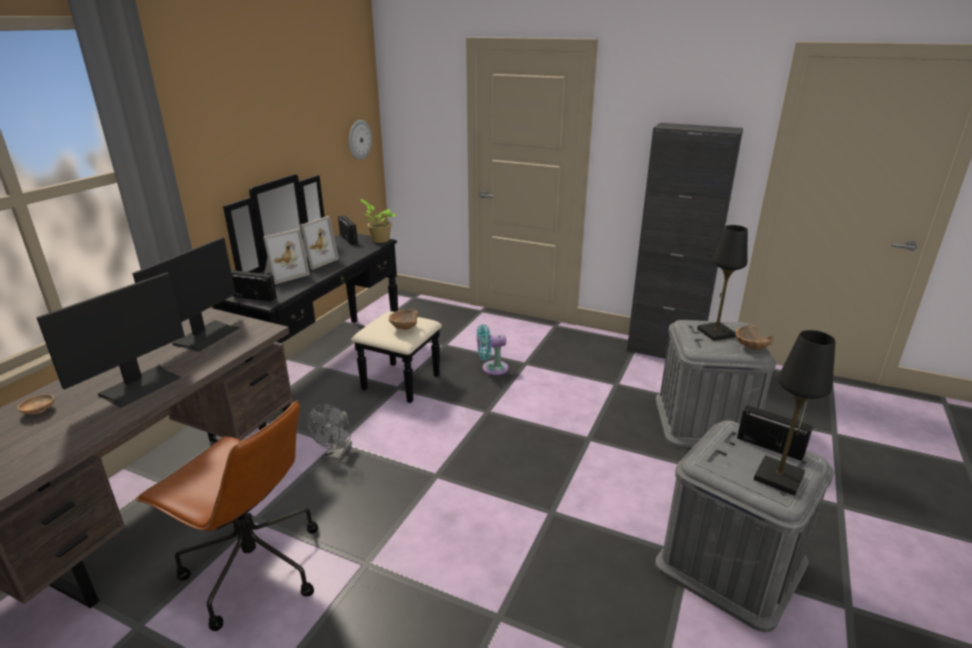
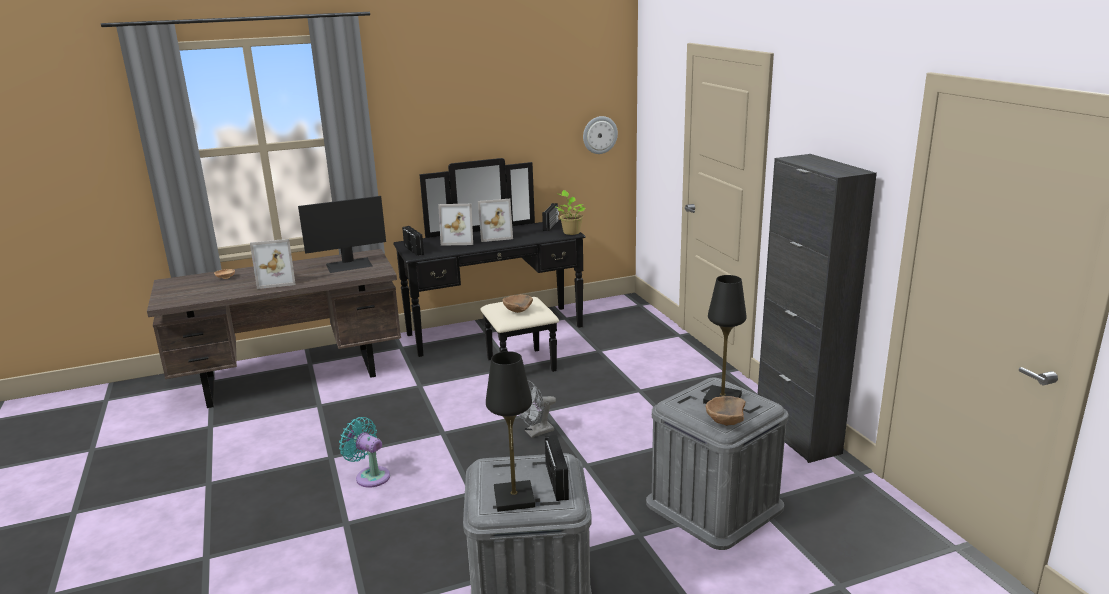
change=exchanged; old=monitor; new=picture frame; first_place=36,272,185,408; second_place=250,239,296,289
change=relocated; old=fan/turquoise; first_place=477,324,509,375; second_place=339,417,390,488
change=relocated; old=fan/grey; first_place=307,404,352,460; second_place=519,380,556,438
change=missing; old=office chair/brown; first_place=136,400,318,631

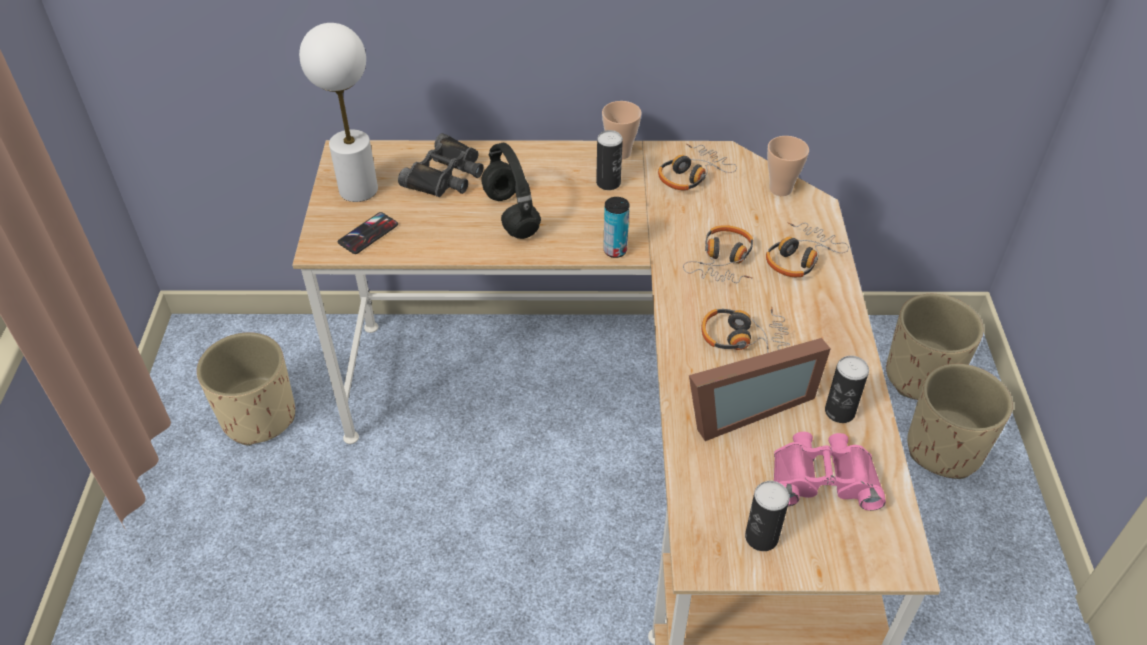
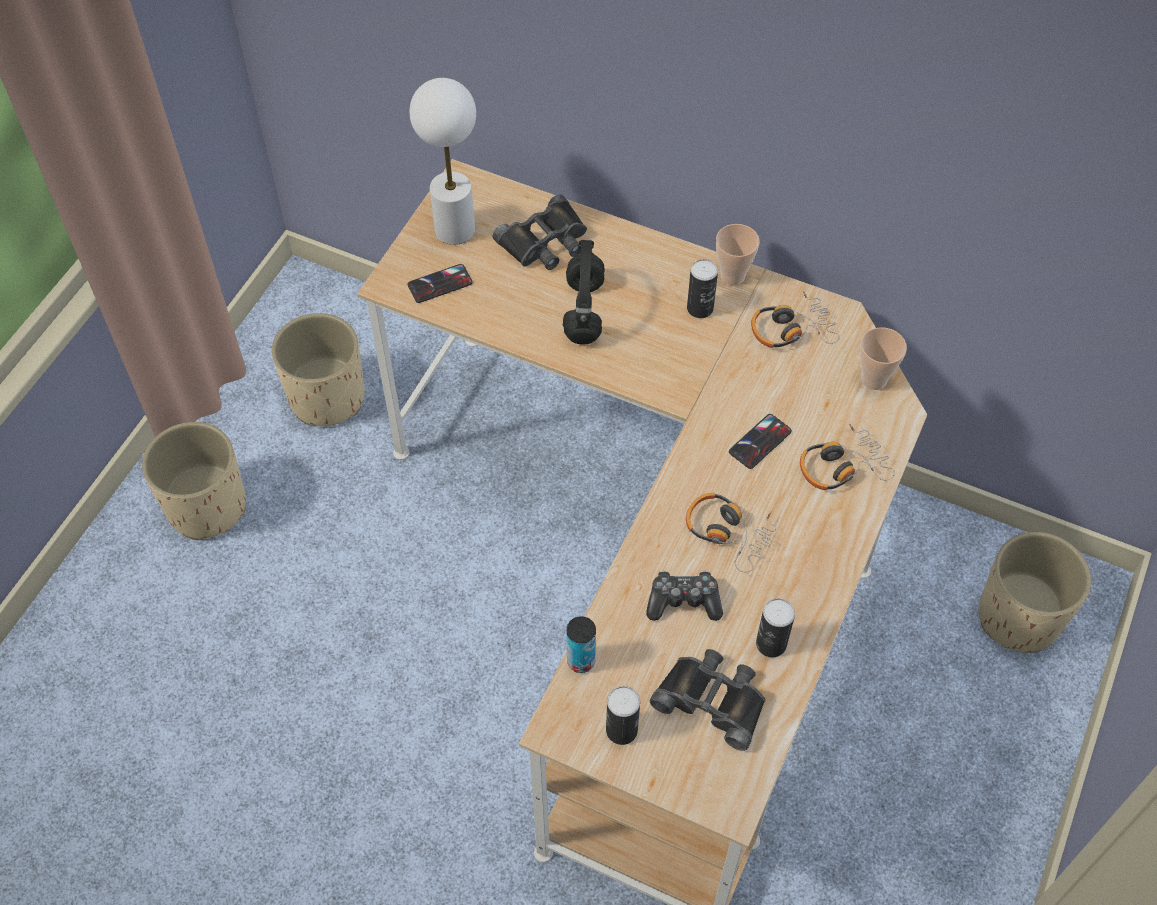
change=relocated; old=planter/beige; first_place=907,364,1013,479; second_place=142,422,246,540
change=relocated; old=can; first_place=603,197,629,258; second_place=567,616,596,673
change=exchanged; old=picture frame; new=game controller; first_place=689,338,831,441; second_place=646,570,723,621
change=colour; old=binoculars/pink; new=binoculars/black; first_place=774,432,886,511; second_place=649,649,766,751
change=exchanged; old=headphones; new=phone; first_place=683,225,753,283; second_place=729,414,792,469

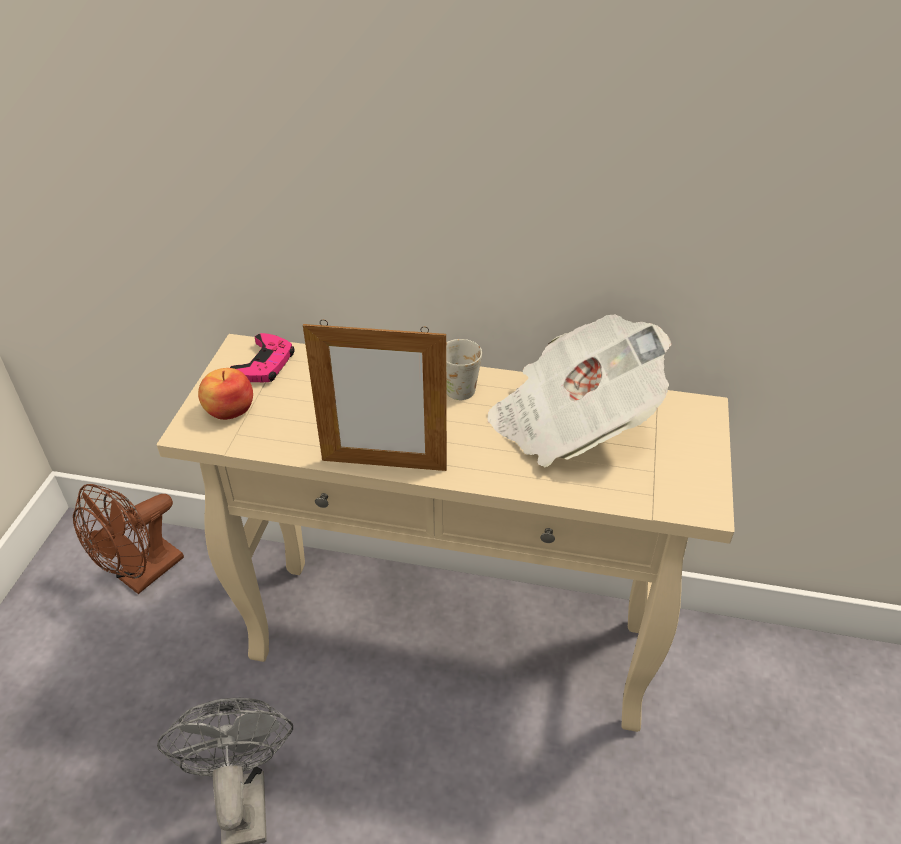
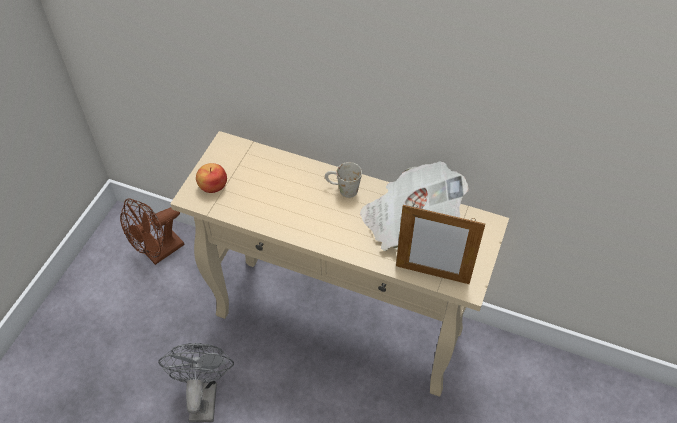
change=relocated; old=picture frame; first_place=303,320,447,471; second_place=396,205,485,284
change=missing; old=game controller/pink; first_place=230,333,294,382

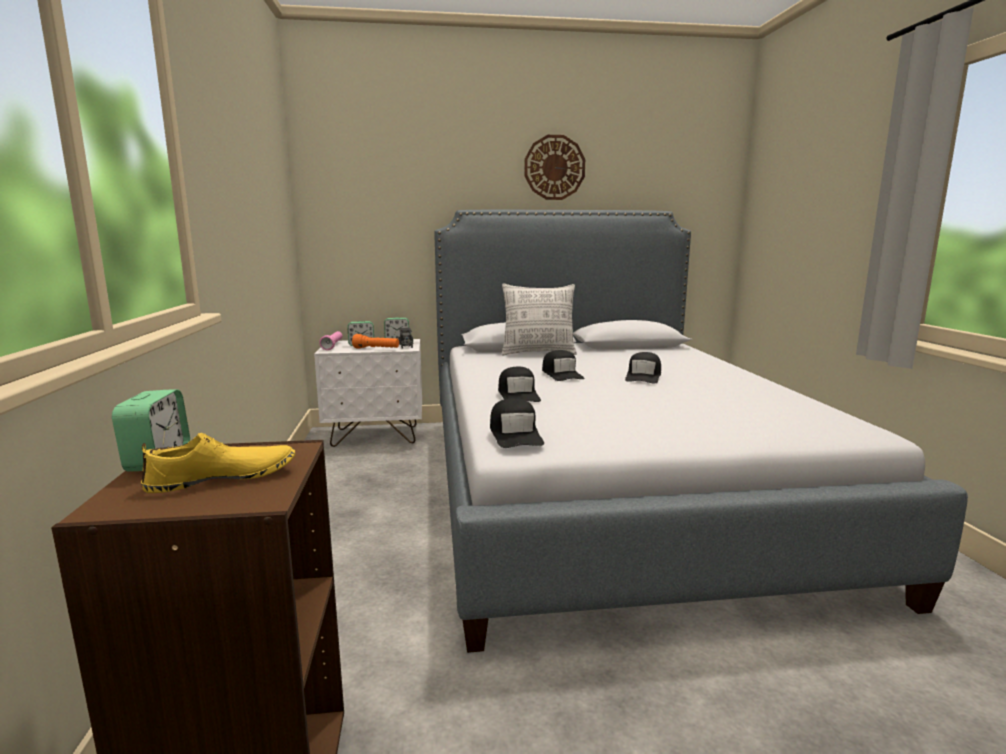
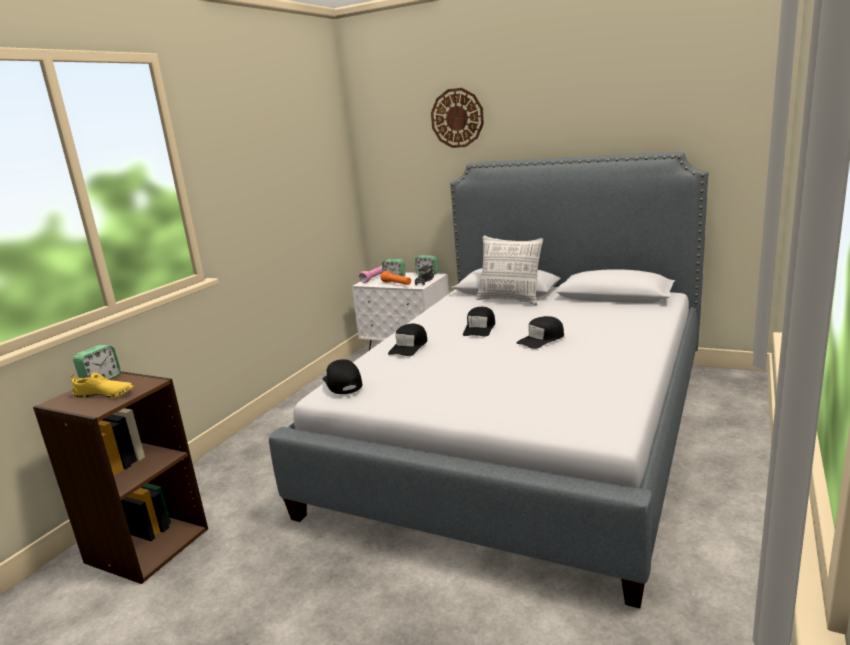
change=spun; old=cap/black; first_place=490,398,544,448; second_place=323,359,362,394; degrees=135
change=relocated; old=wall clock; first_place=524,135,585,200; second_place=431,88,484,148

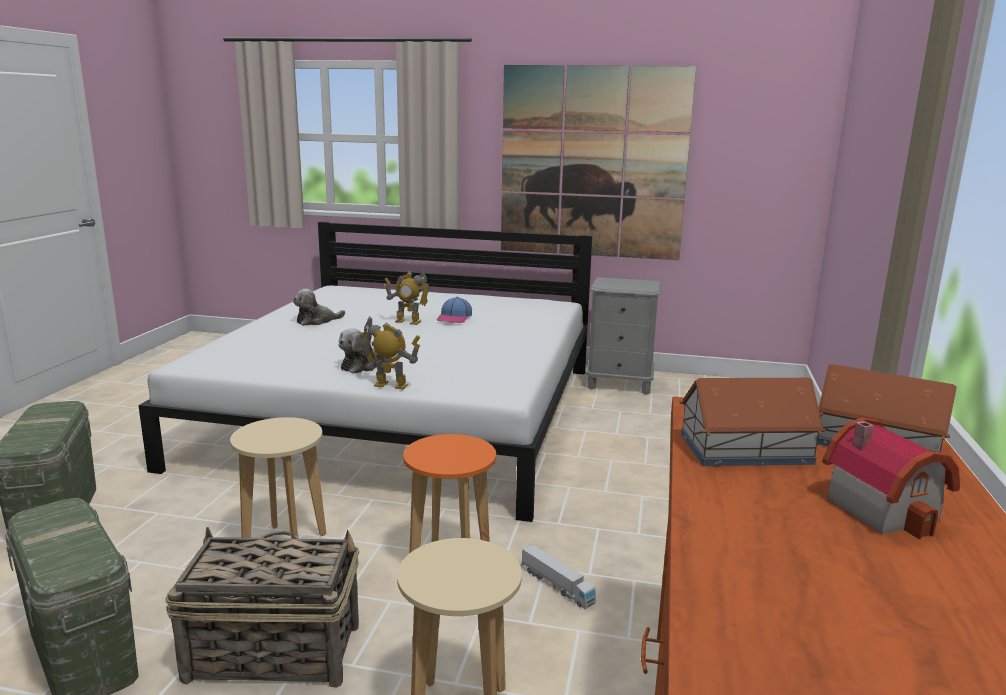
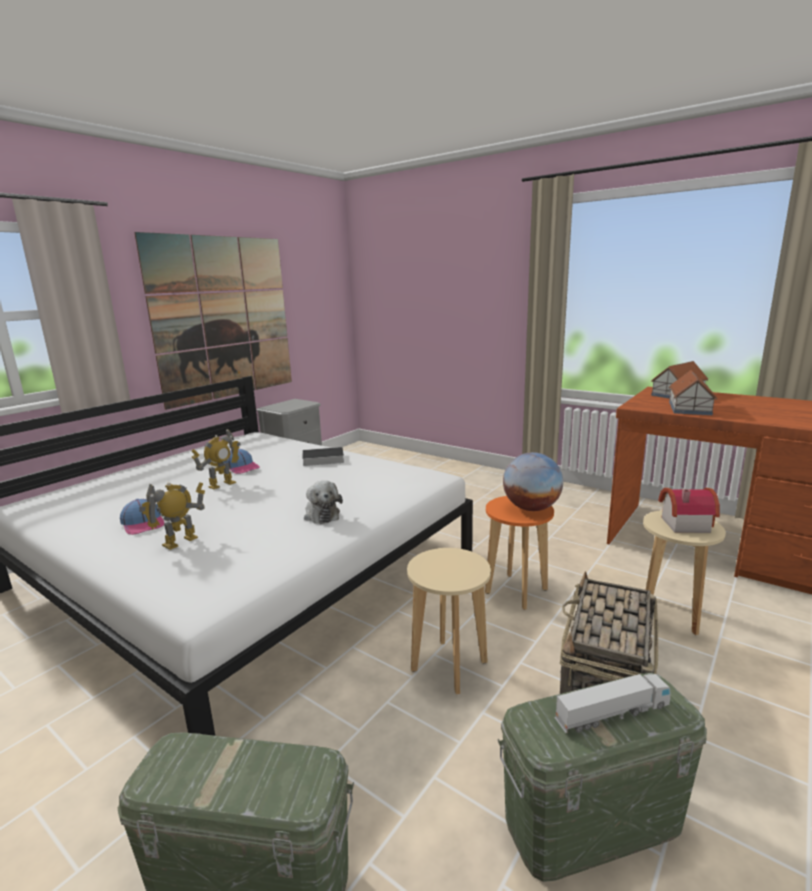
change=exchanged; old=plush toy; new=cap; first_place=293,289,345,326; second_place=120,499,164,535
change=relocated; old=toy robot; first_place=359,316,420,389; second_place=139,482,205,550
change=appeared; new=book; second_place=302,447,344,466
change=appeared; new=globe; second_place=503,452,563,511
change=relocated; old=toy truck; first_place=521,544,596,609; second_place=554,674,671,733
change=relocated; old=toy house; first_place=822,417,960,539; second_place=658,488,720,533

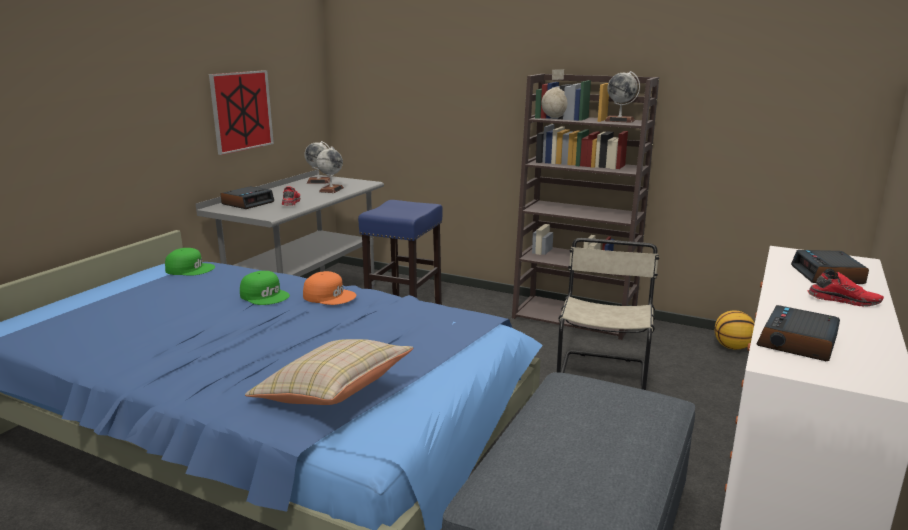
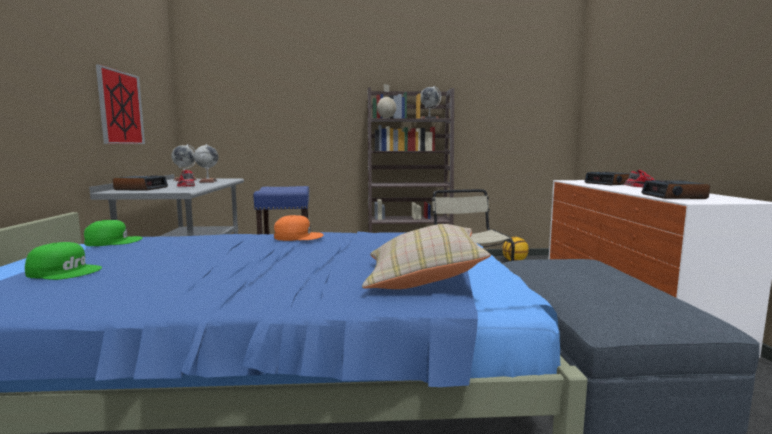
change=relocated; old=cap/green; first_place=240,271,290,305; second_place=25,242,102,280

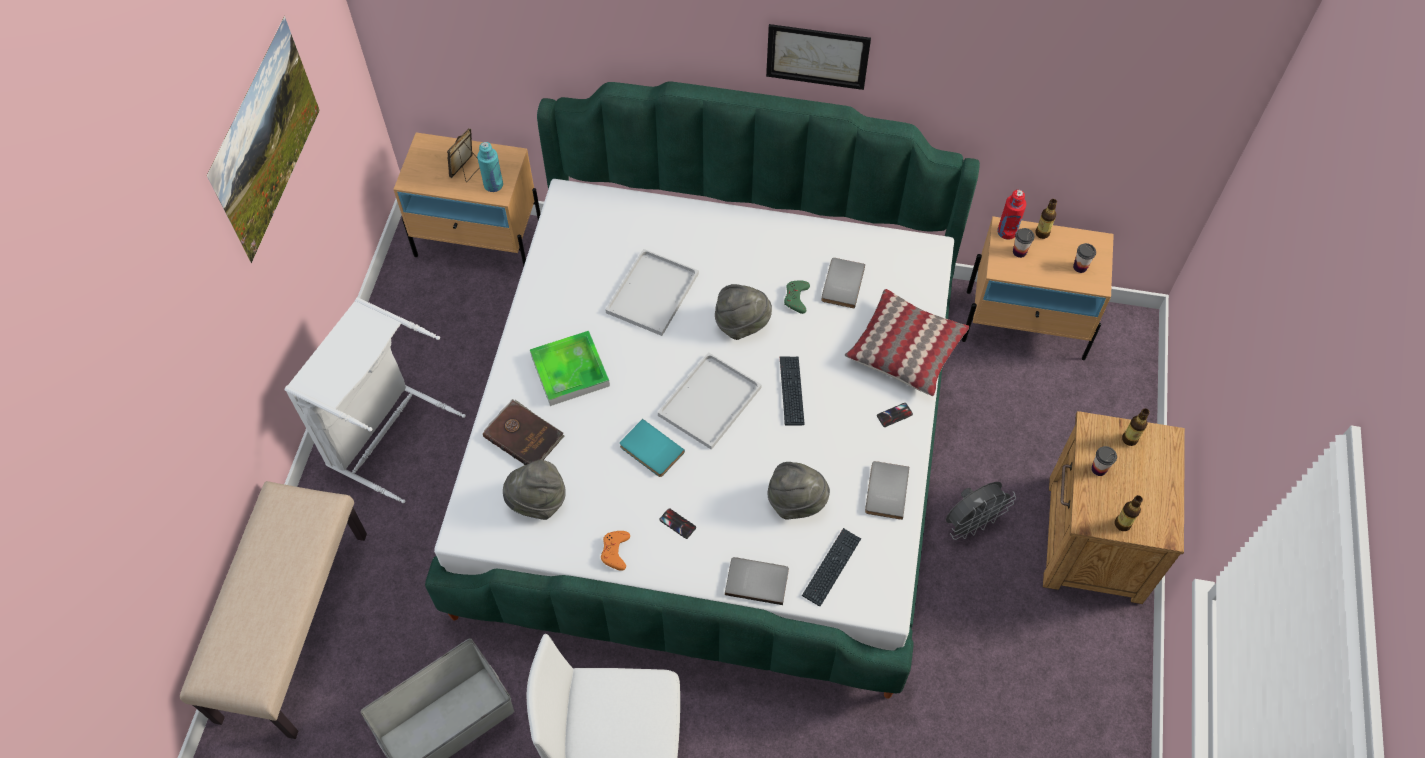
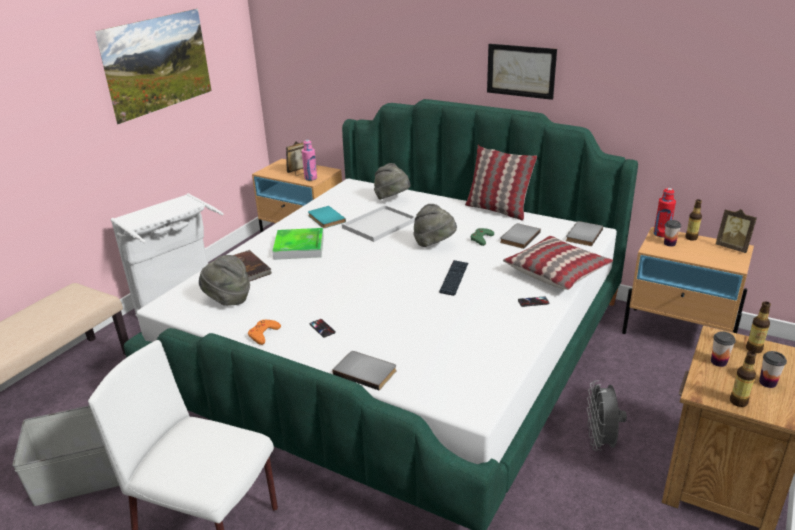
change=colour; old=bottle/turquoise; new=bottle/pink; first_place=477,142,503,192; second_place=302,140,317,181
change=relocated; old=book/turquoise; first_place=620,419,685,477; second_place=308,206,346,228
change=relocated; old=hat/grey; first_place=768,462,830,520; second_place=374,163,411,200
change=appeared; new=pillow; second_place=465,145,537,221
change=relocated; old=book/grey; first_place=865,461,909,520; second_place=566,221,603,246
change=spun; old=fan/grey; first_place=946,482,1016,540; second_place=587,380,627,451; degrees=105
change=appeared; new=picture frame; second_place=716,209,757,253
change=relocated; old=cup; first_place=1073,243,1096,273; second_place=759,351,787,388
change=missing; old=tray/white; first_place=658,352,762,450
change=missing; old=keyboard; first_place=802,528,861,606

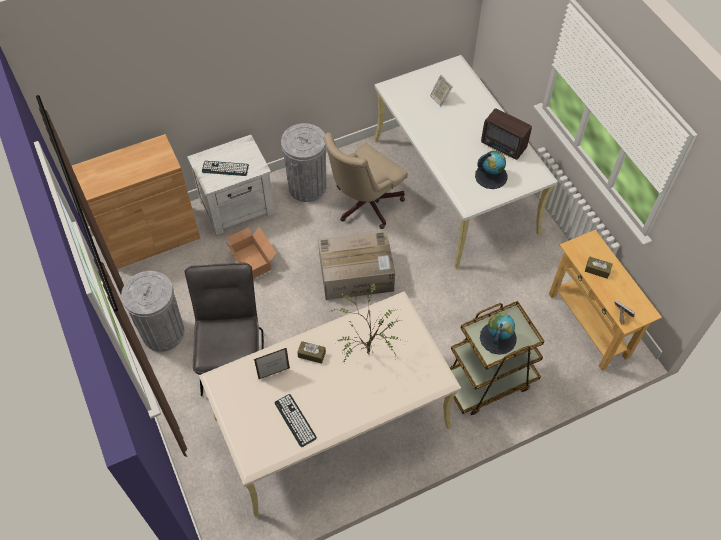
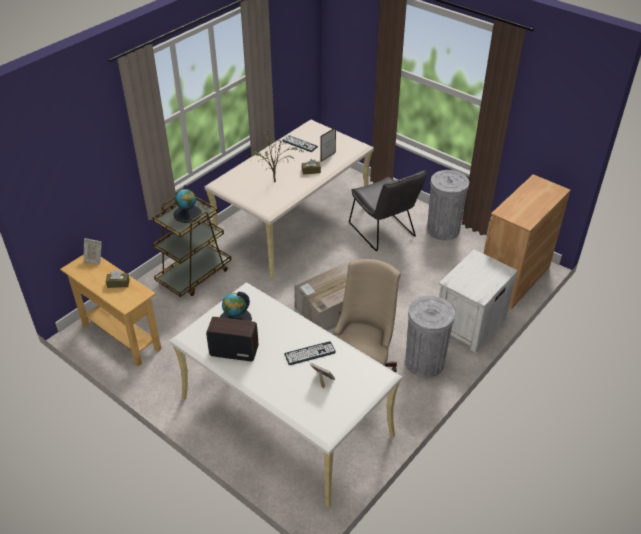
change=relocated; old=keyboard; first_place=202,161,249,176; second_place=284,341,336,365
change=missing; old=cardboard box; first_place=225,227,277,279

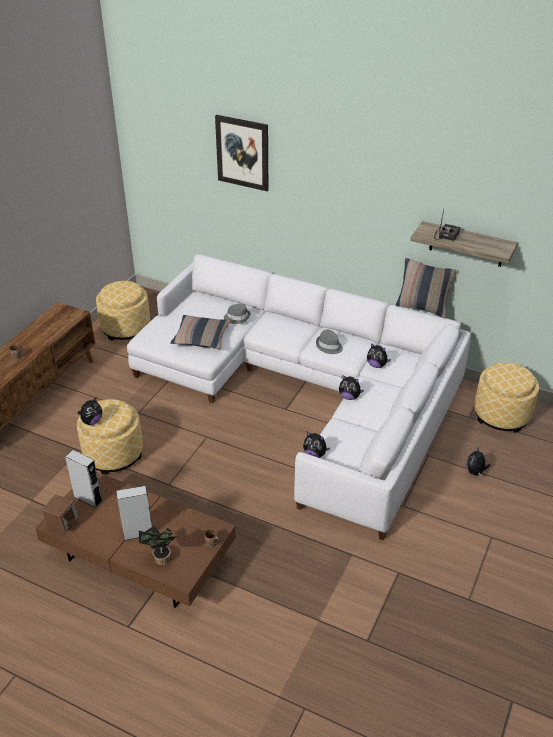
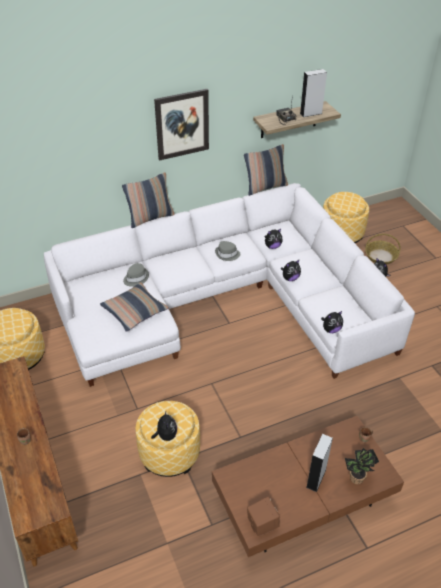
change=appeared; new=pillow; second_place=122,172,174,228
change=relocated; old=picture; first_place=215,115,268,191; second_place=154,89,209,161
change=relocated; old=speaker/grey; first_place=65,450,102,508; second_place=300,69,327,117
change=appeared; new=basket; second_place=365,234,401,265

